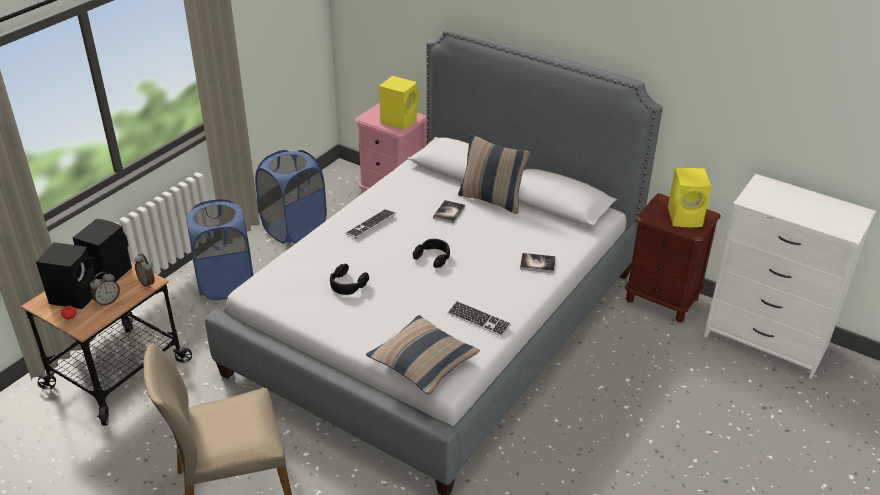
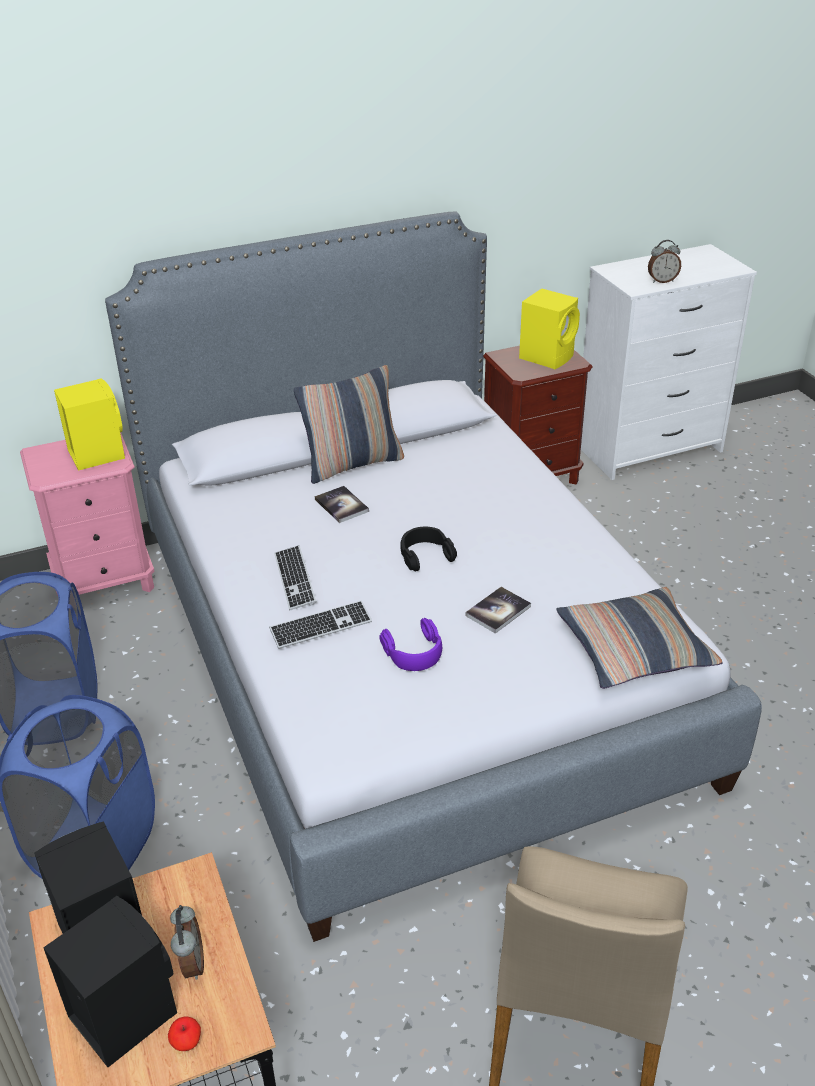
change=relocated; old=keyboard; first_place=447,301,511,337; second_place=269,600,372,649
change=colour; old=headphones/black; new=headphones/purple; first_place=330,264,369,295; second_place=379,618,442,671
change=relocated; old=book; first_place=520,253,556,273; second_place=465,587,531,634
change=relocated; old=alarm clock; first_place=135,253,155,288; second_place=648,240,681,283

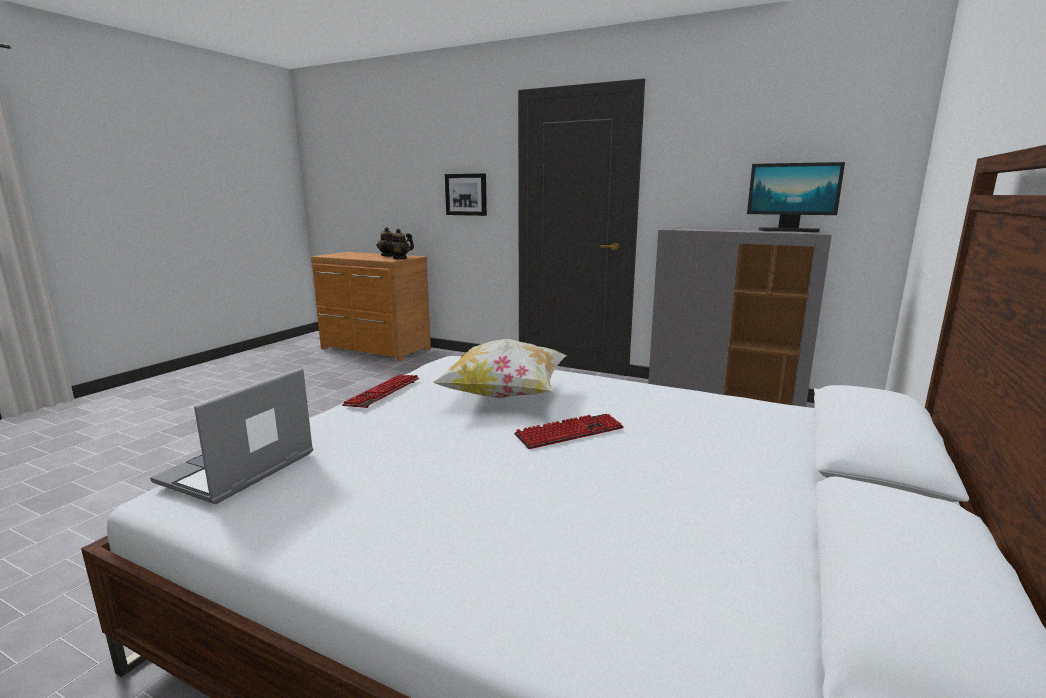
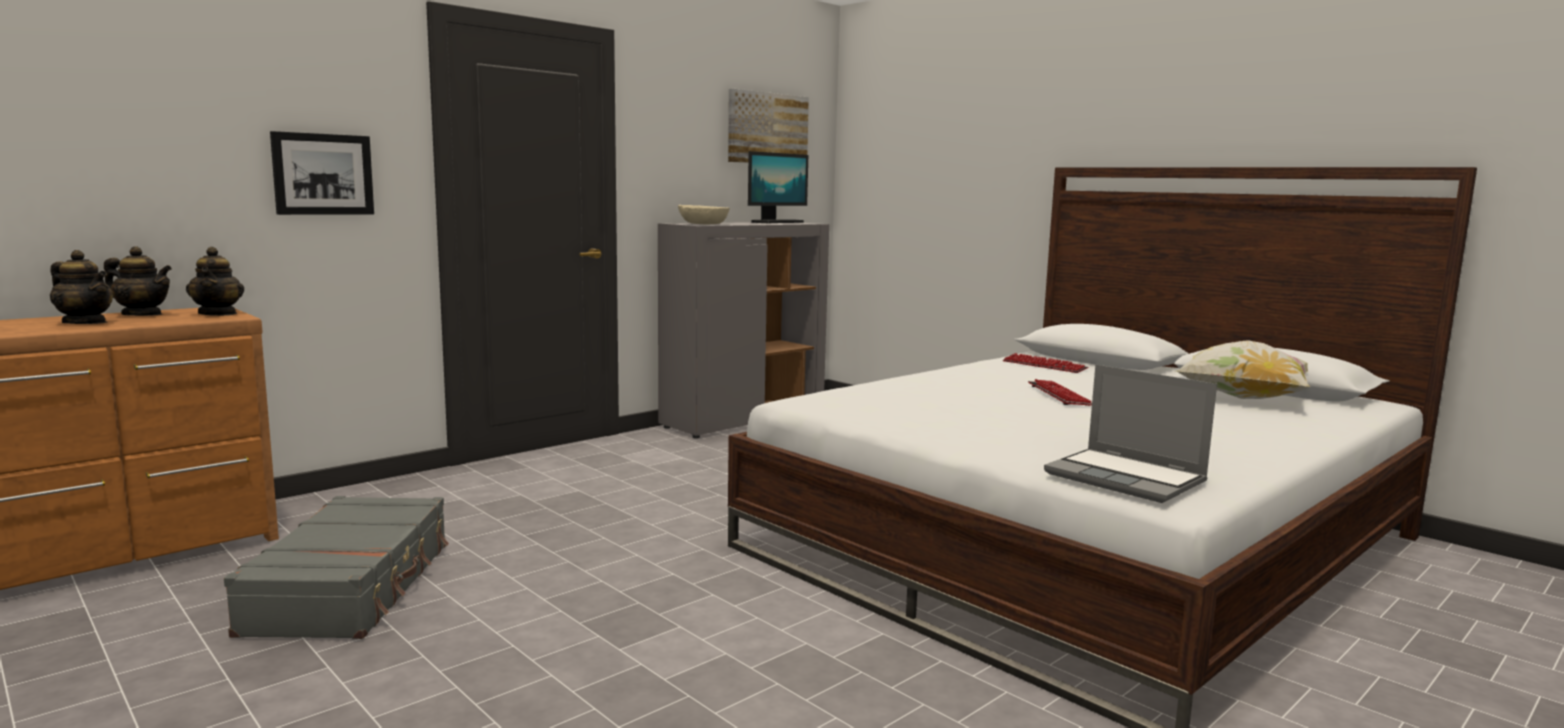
change=appeared; new=teapot; second_place=50,250,113,324
change=appeared; new=suitcase/grey; second_place=224,496,449,639
change=appeared; new=bowl/beige; second_place=678,205,730,224
change=appeared; new=picture; second_place=728,89,809,163
change=relocated; old=keyboard; first_place=342,375,419,408; second_place=1003,353,1088,373
change=relocated; old=pillow; first_place=433,339,567,398; second_place=1176,340,1310,399

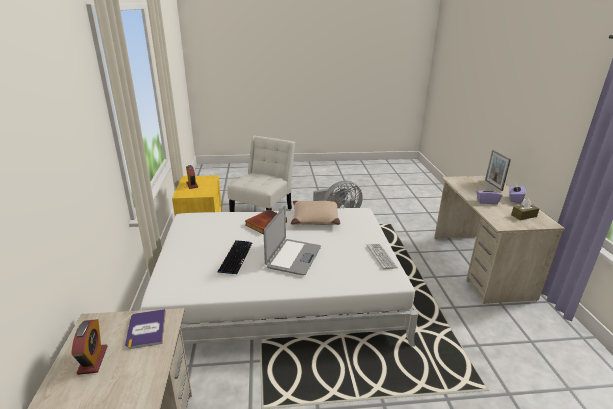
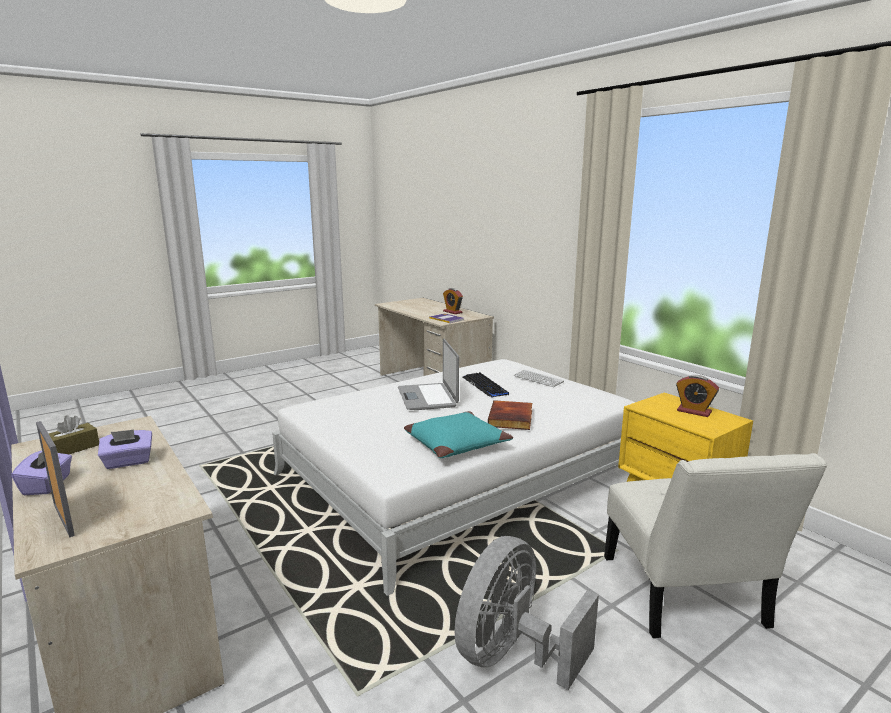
change=colour; old=pillow/beige; new=pillow/turquoise; first_place=291,201,340,225; second_place=404,411,513,458
change=relocated; old=keyboard; first_place=367,244,398,269; second_place=514,369,564,387

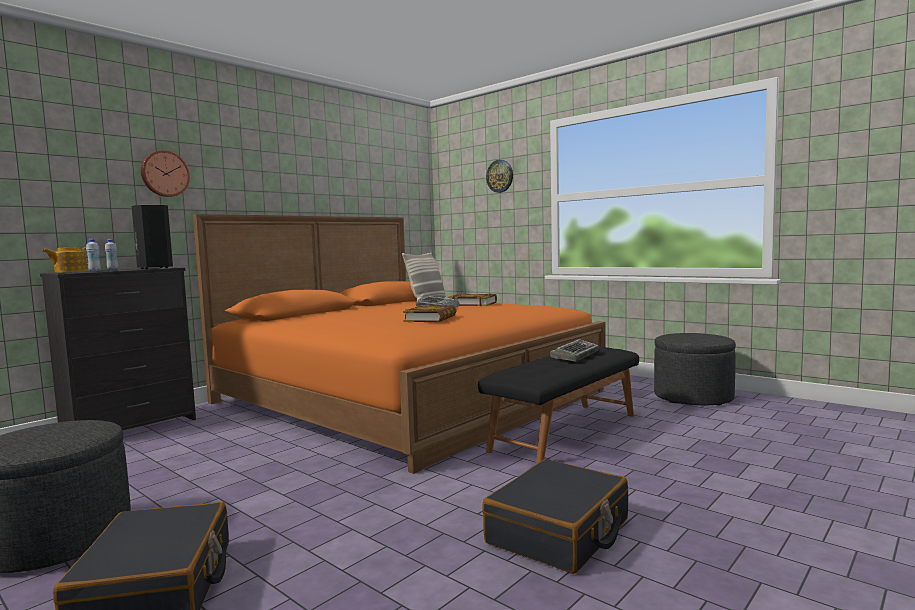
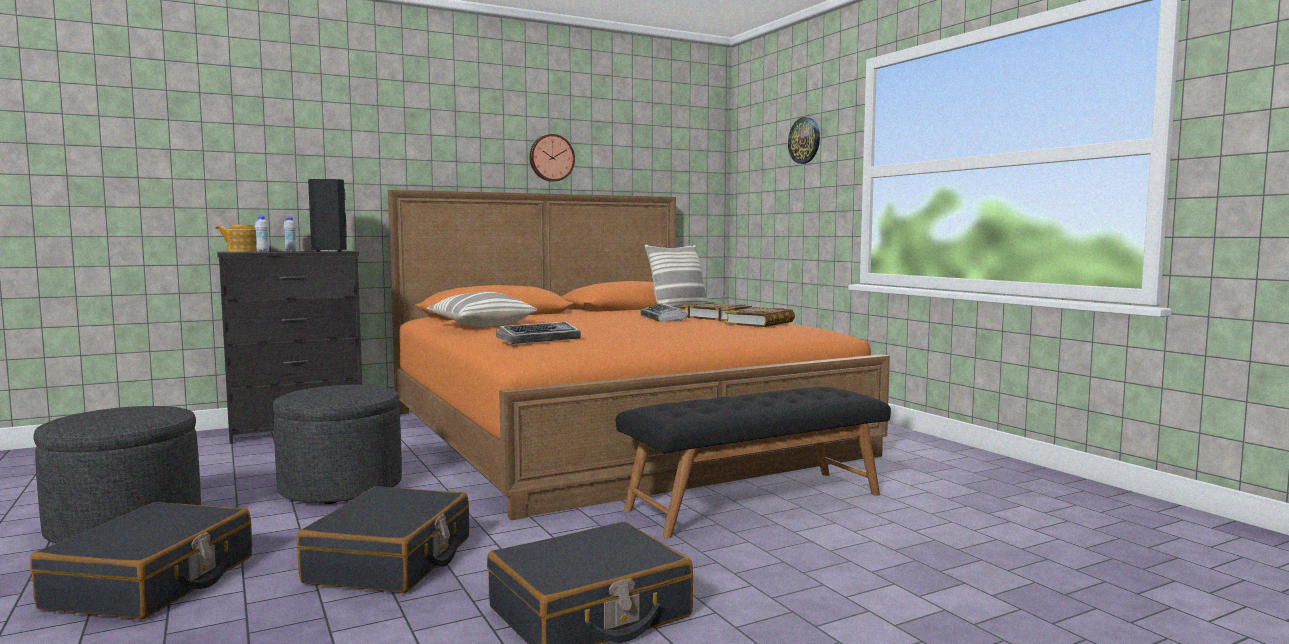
change=relocated; old=ottoman/grey; first_place=654,333,736,405; second_place=273,385,402,504
change=appeared; new=suitcase/black; second_place=297,486,469,593
change=appeared; new=pillow; second_place=427,291,537,327
change=relocated; old=keyboard; first_place=550,339,599,362; second_place=496,322,581,344
change=relocated; old=wall clock; first_place=141,150,190,197; second_place=530,134,575,182
change=relocated; old=book; first_place=403,305,456,322; second_place=725,307,795,327

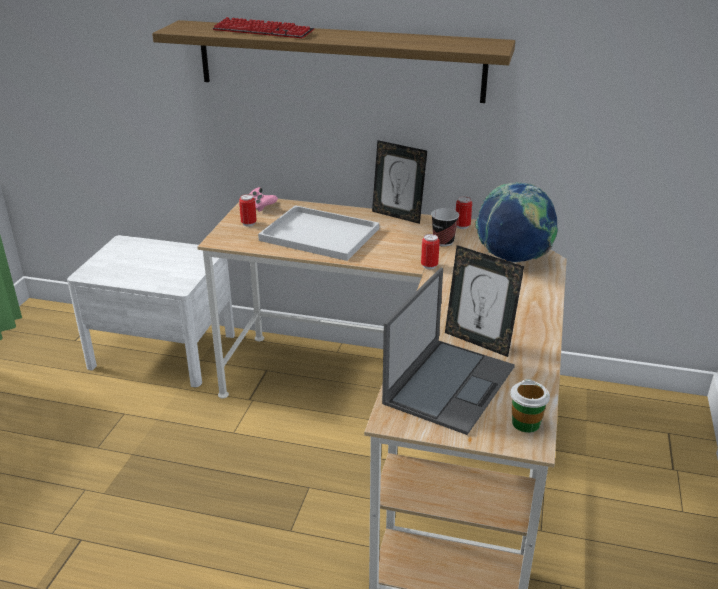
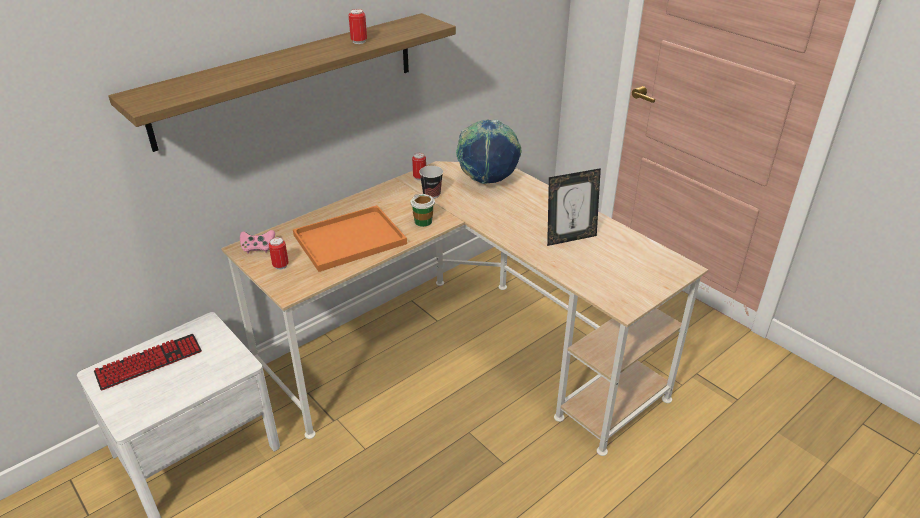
change=relocated; old=keyboard; first_place=212,17,314,38; second_place=94,334,202,390
change=colour; old=tray/white; new=tray/orange; first_place=258,205,379,261; second_place=293,205,407,272
change=relocated; old=can; first_place=421,234,440,269; second_place=348,9,367,44
change=relocated; old=cup; first_place=510,379,550,433; second_place=411,194,435,227
change=missing; old=picture frame; first_place=372,140,427,224
change=missing; old=laptop; first_place=382,268,515,435

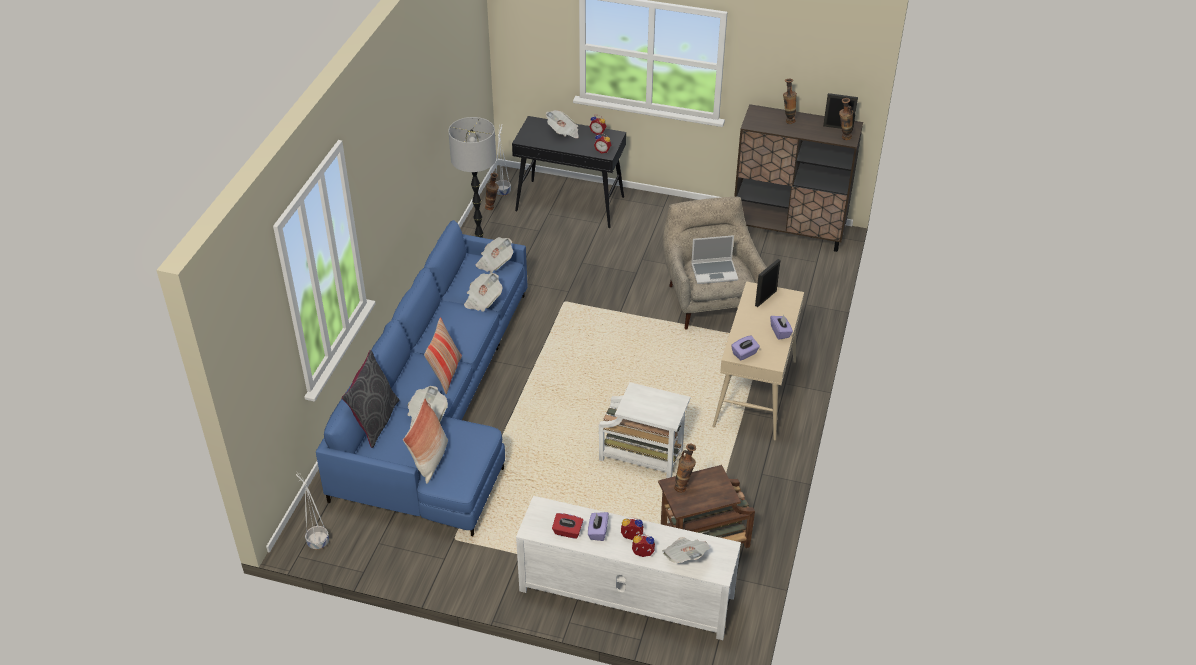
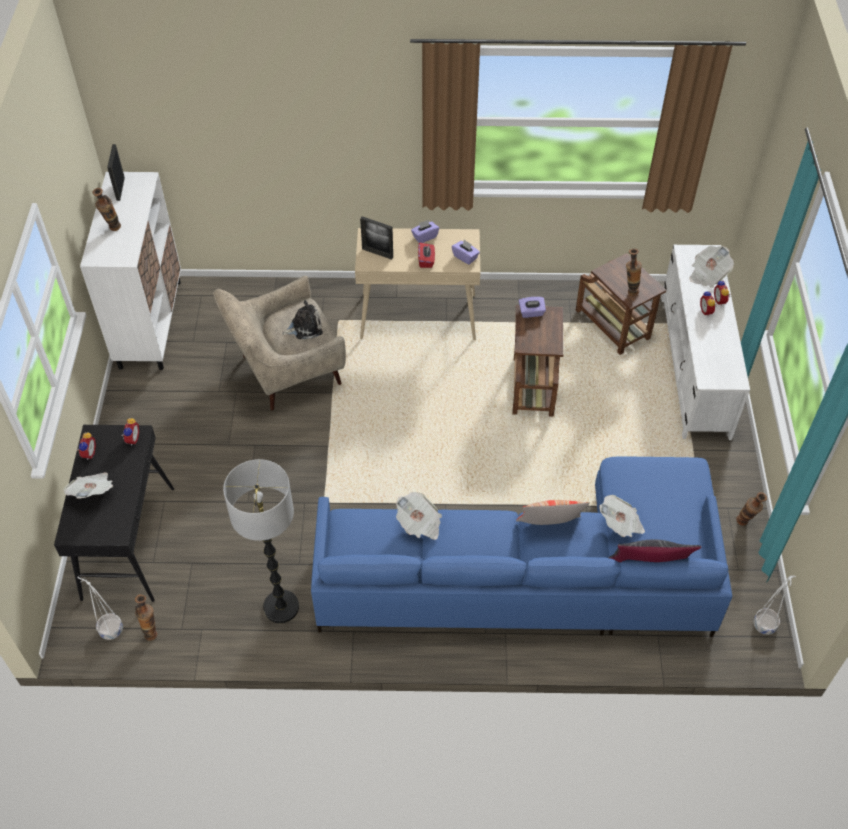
change=colour; old=cabinet/brown; new=cabinet/white; first_place=734,104,863,252; second_place=80,172,181,370
change=exchanged; old=laptop; new=plush toy; first_place=691,235,738,284; second_place=282,300,323,339
change=relocated; old=tissue box/red; first_place=552,513,583,539; second_place=418,243,435,268
change=colour; old=side table/white; new=side table/brown; first_place=599,382,690,478; second_place=512,305,563,417
change=relocated; old=tissue box/purple; first_place=588,512,609,541; second_place=519,297,546,318
change=relocated; old=vase; first_place=839,98,853,140; second_place=736,492,767,526
change=missing; old=pillow; first_place=403,398,448,484
change=missing; old=newspaper; first_place=476,237,513,273

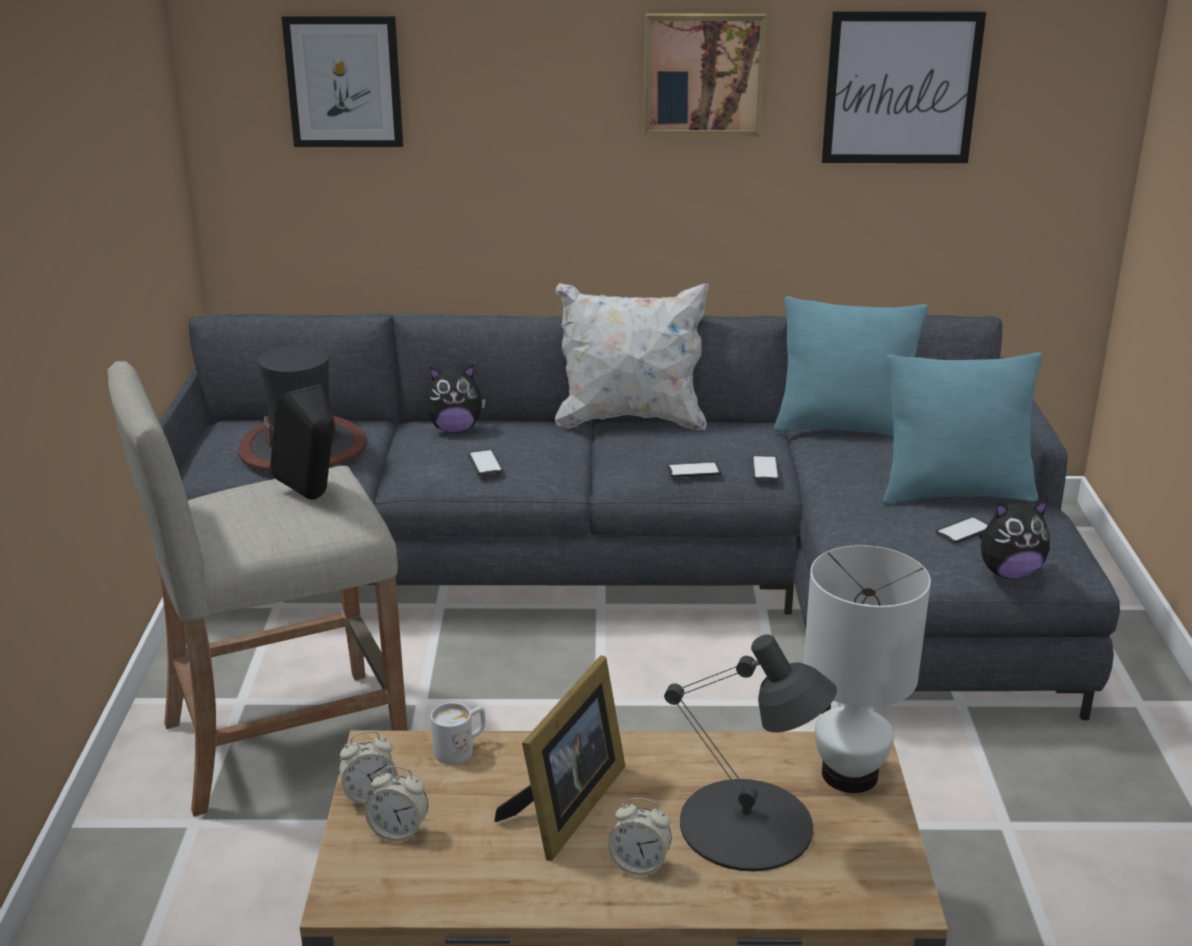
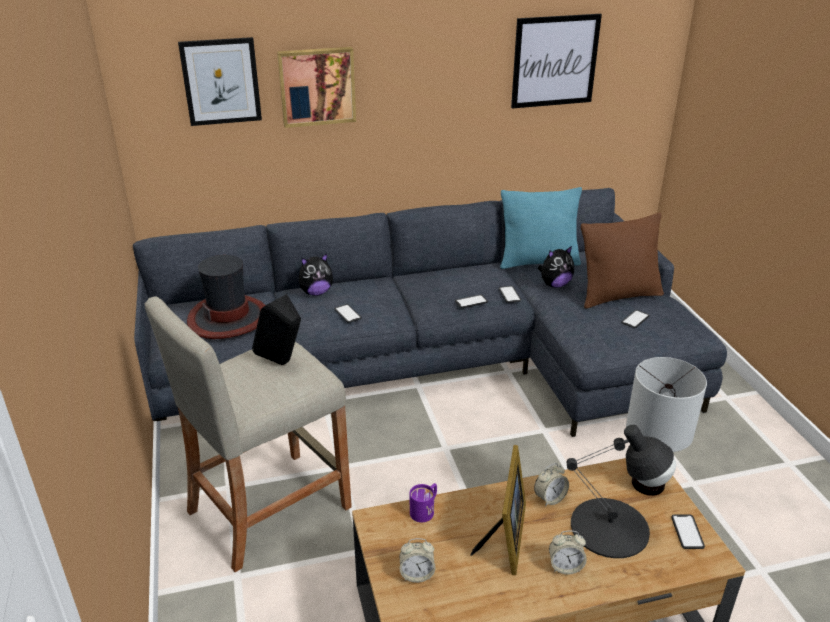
change=relocated; old=picture; first_place=644,13,767,136; second_place=277,47,356,128
change=colour; old=mug/white; new=mug/purple; first_place=431,702,486,764; second_place=410,483,437,522
change=relocated; old=alarm clock; first_place=339,731,398,806; second_place=534,463,569,507
change=relocated; old=plush toy; first_place=979,499,1050,579; second_place=538,246,574,288
change=colour; old=pillow/turquoise; new=pillow/brown; first_place=883,352,1042,504; second_place=581,213,664,309
change=appeared; new=phone; second_place=671,515,705,549
change=missing; old=pillow/white; first_place=555,283,709,430

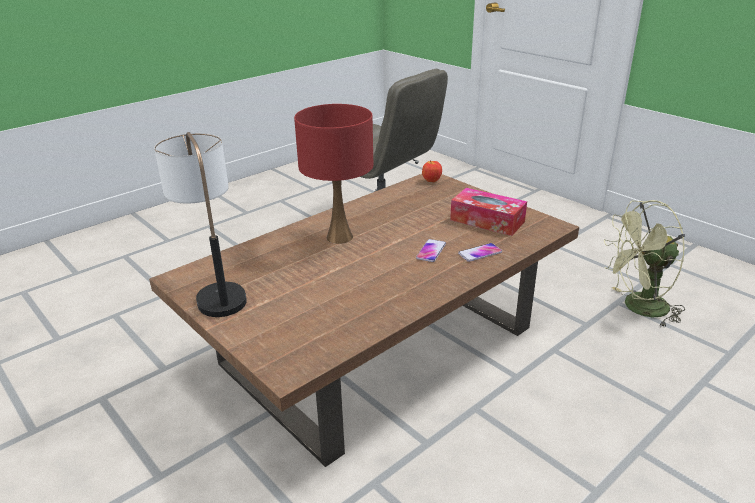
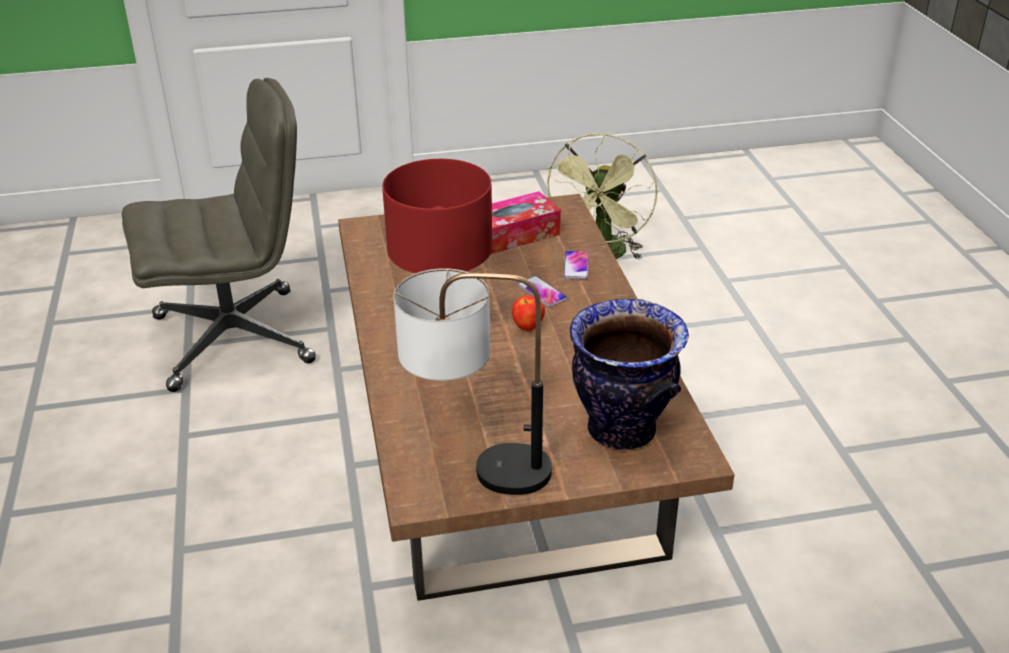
change=relocated; old=apple; first_place=422,160,442,182; second_place=512,295,545,331
change=appeared; new=vase; second_place=570,299,689,450

